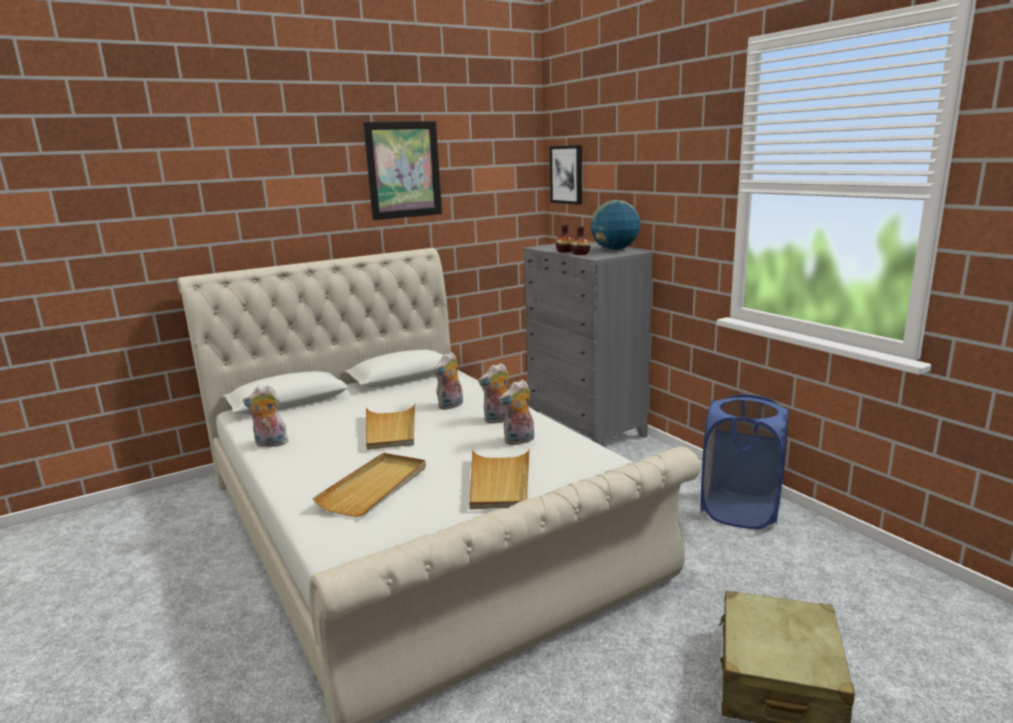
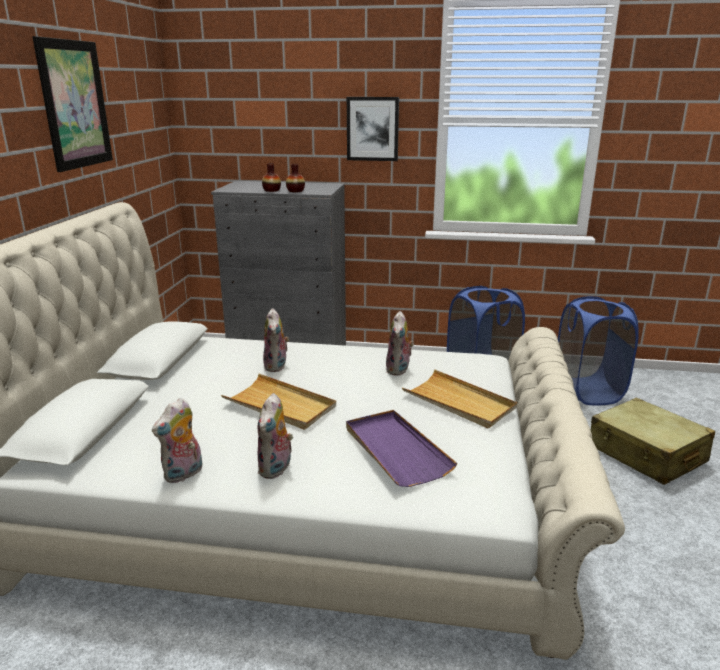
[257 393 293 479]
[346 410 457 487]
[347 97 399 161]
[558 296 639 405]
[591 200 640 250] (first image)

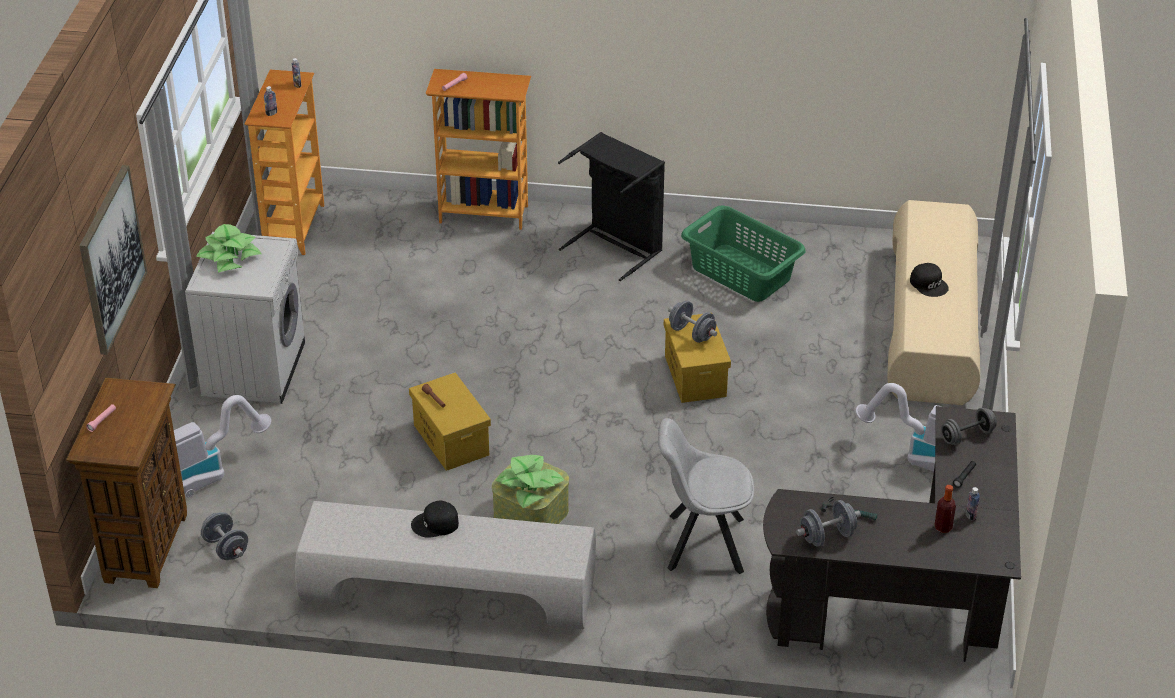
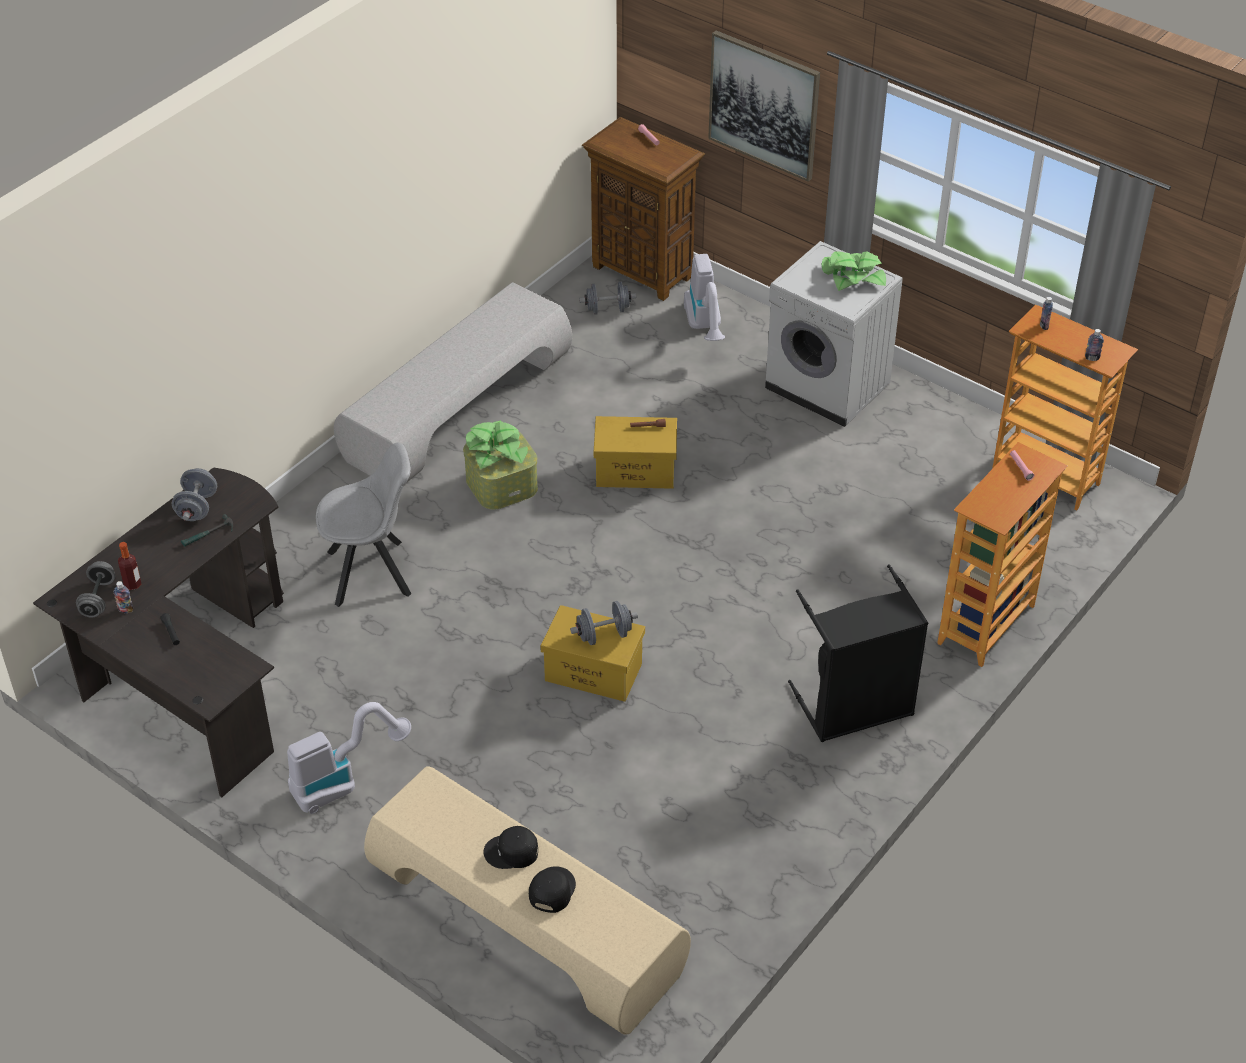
[76 561 115 618]
[316 443 412 607]
[529 866 576 913]
[681 206 806 302] (first image)

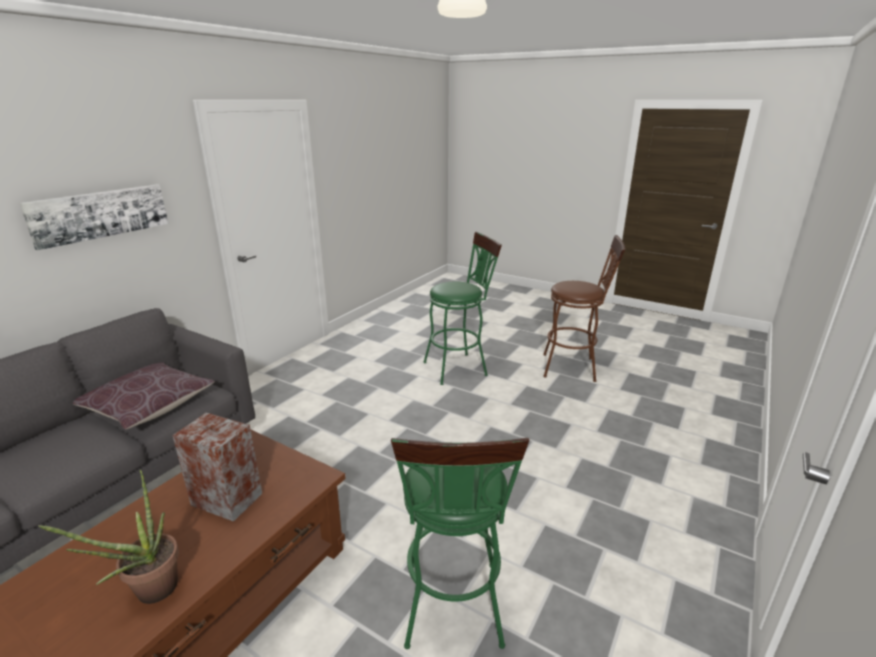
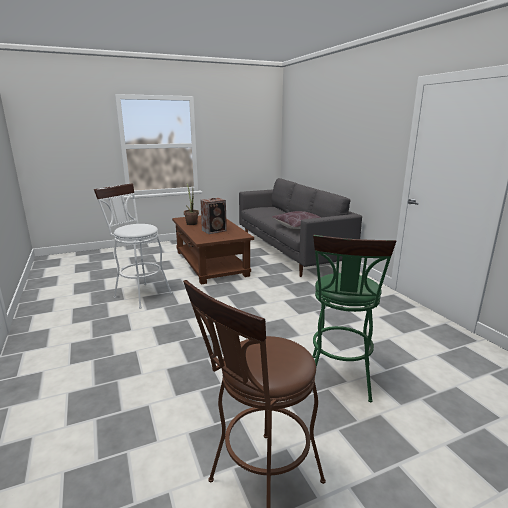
[94 183 172 309]
[19 184 168 250] (first image)

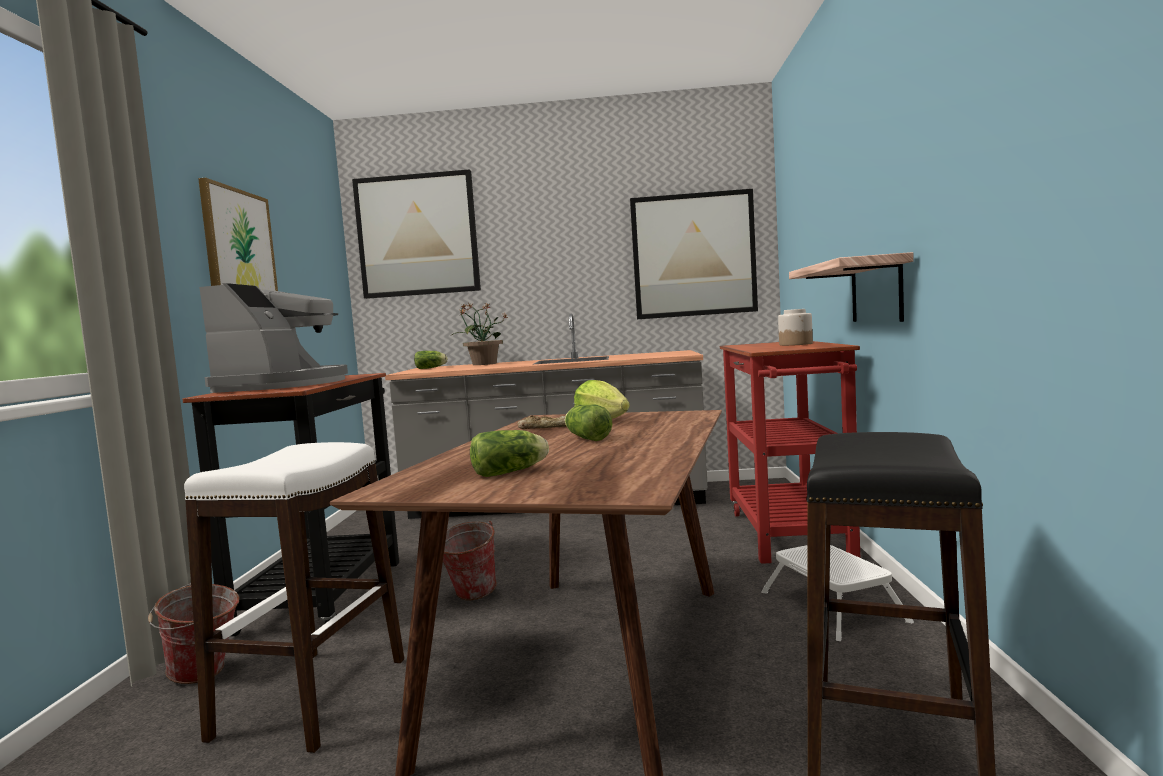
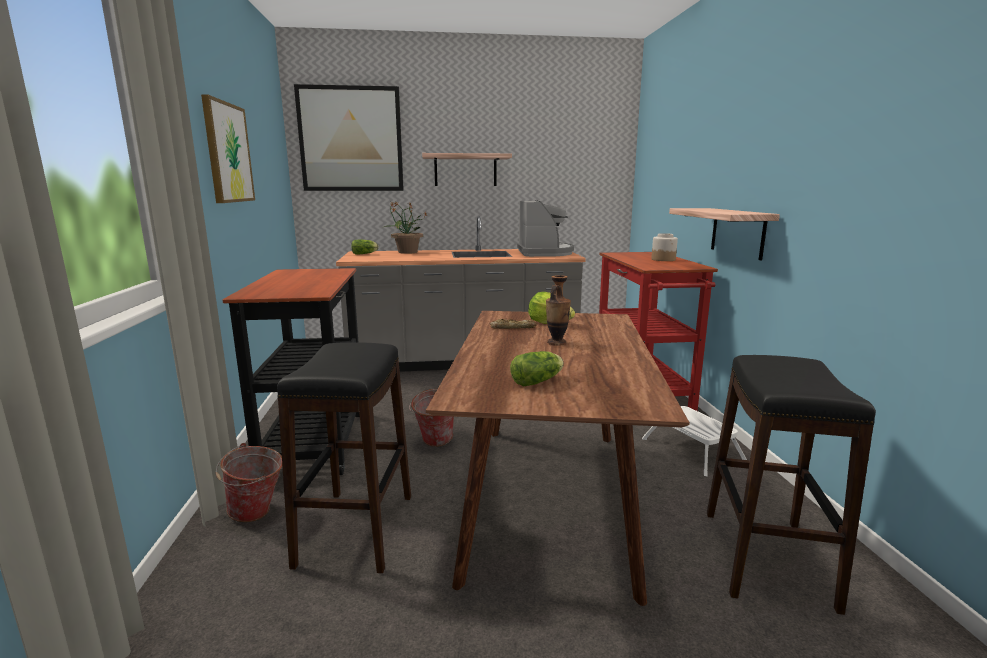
[277 342 411 573]
[422 153 512 186]
[517 201 574 257]
[546 275 571 346]
[630 189 758 319] (first image)

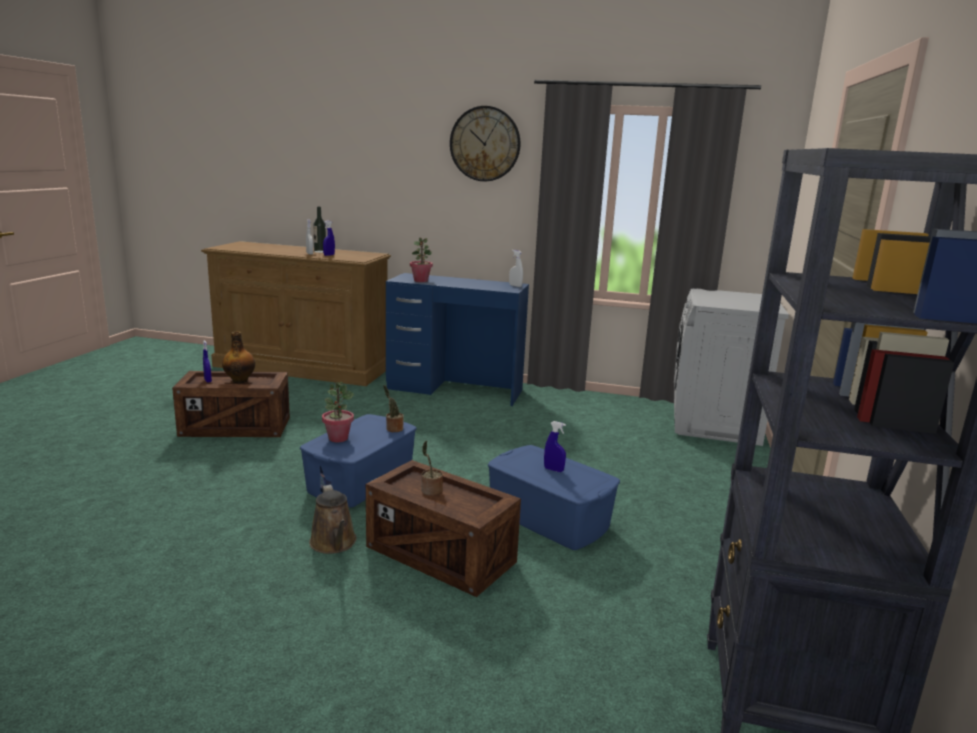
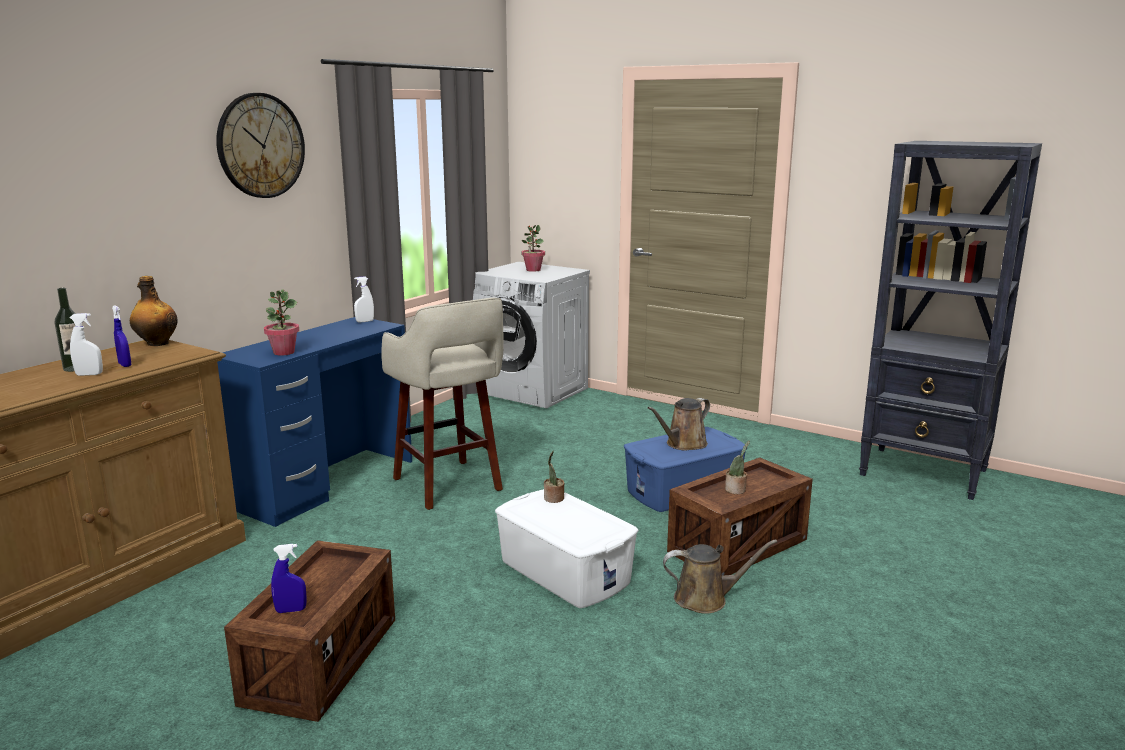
[130 276 178 346]
[381 298 504 510]
[495 489 638 608]
[522 225 545 272]
[648 398 710 451]

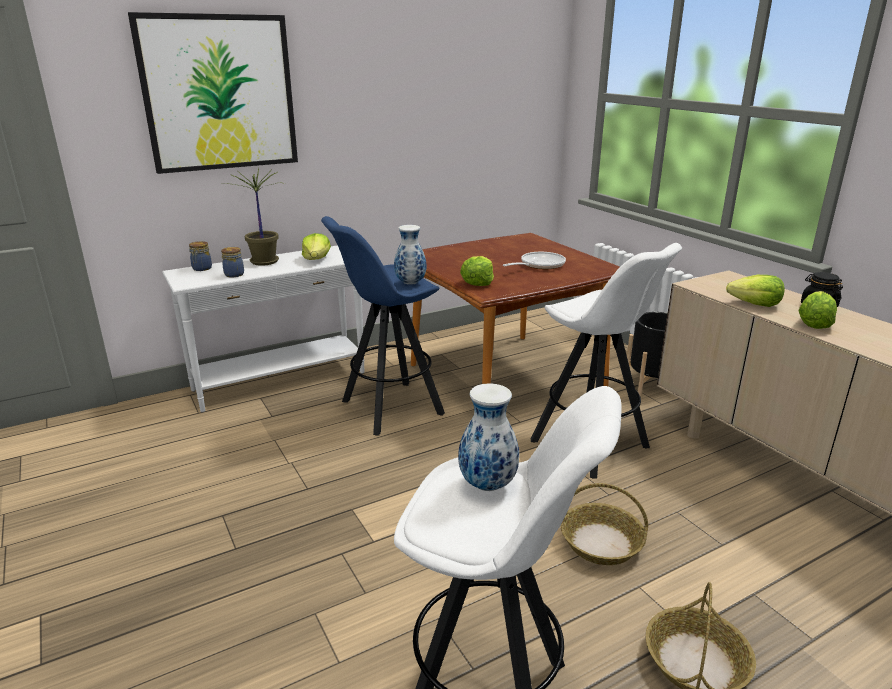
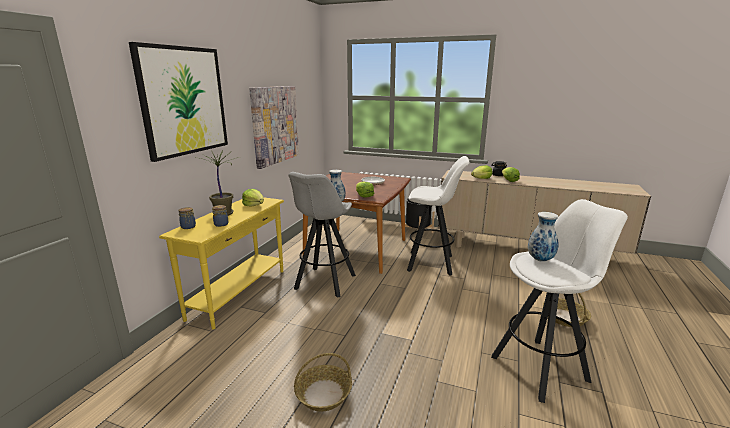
[159 197 284 330]
[249 86 299 169]
[288 172 356 298]
[294 353 352 411]

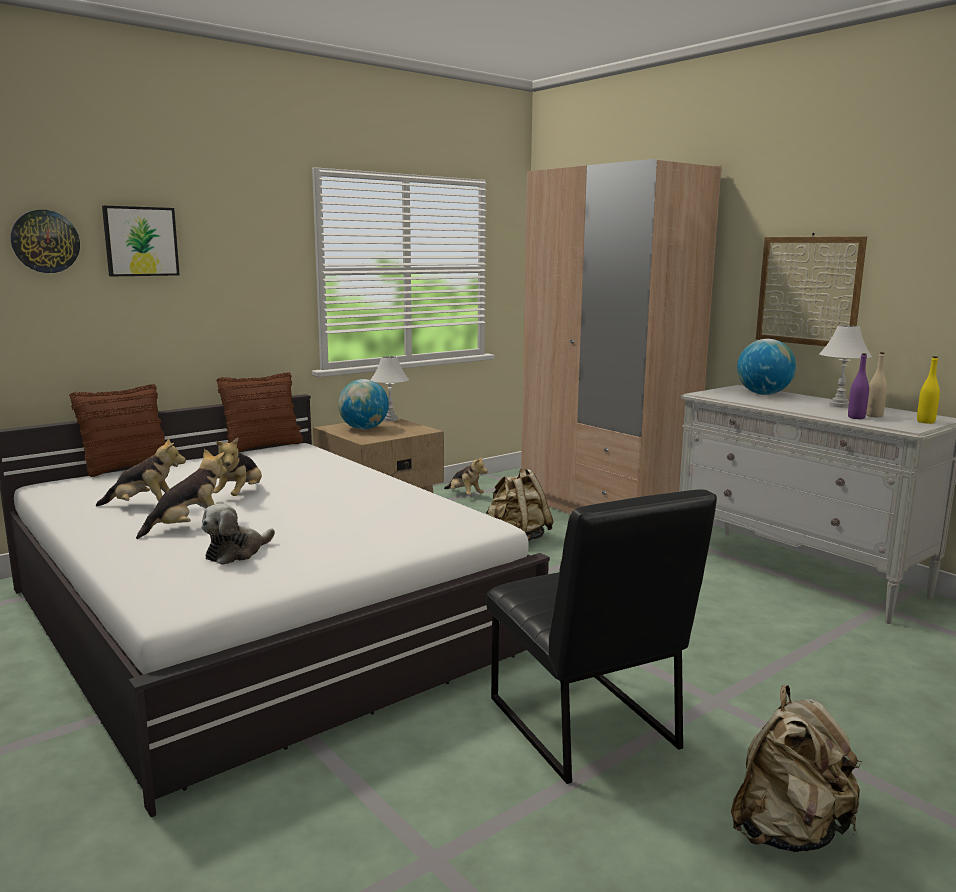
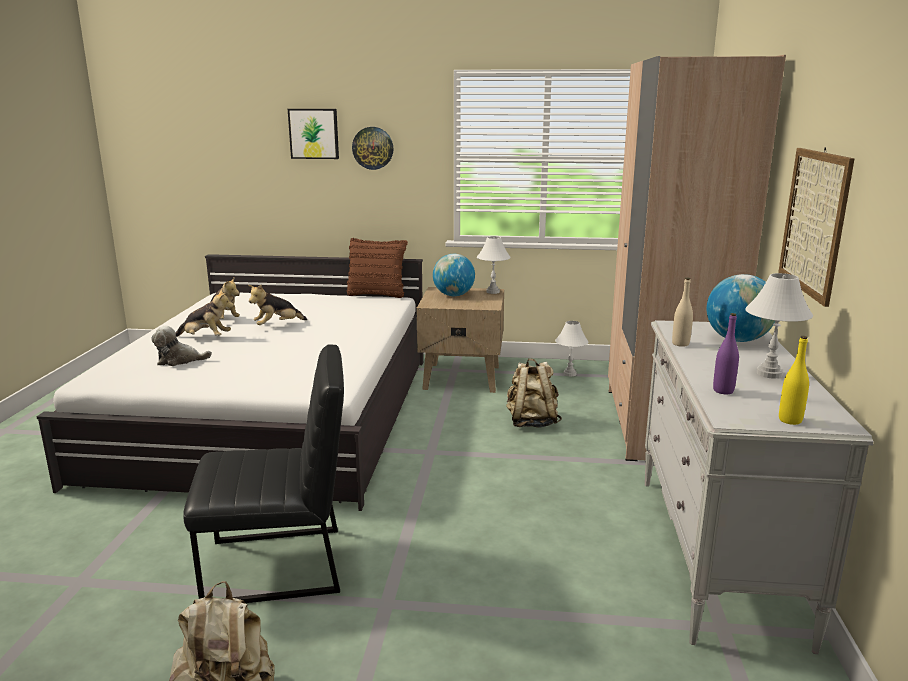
[183 345 344 603]
[352 127 394 170]
[555 321 588 376]
[672 278 693 347]
[69 384 166 477] (first image)

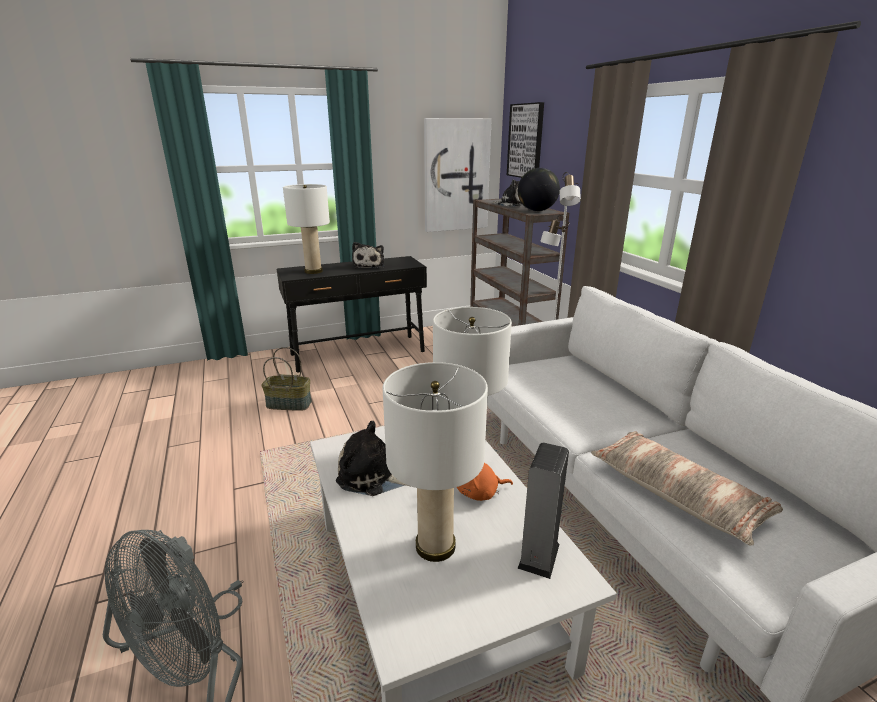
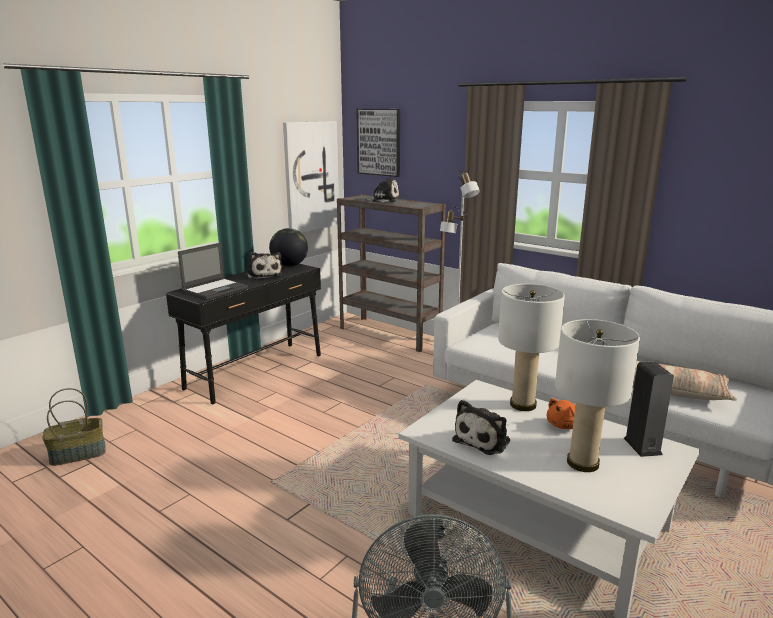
[42 388 106 466]
[178 243 248 299]
[269 228 308 267]
[452 400 510 455]

